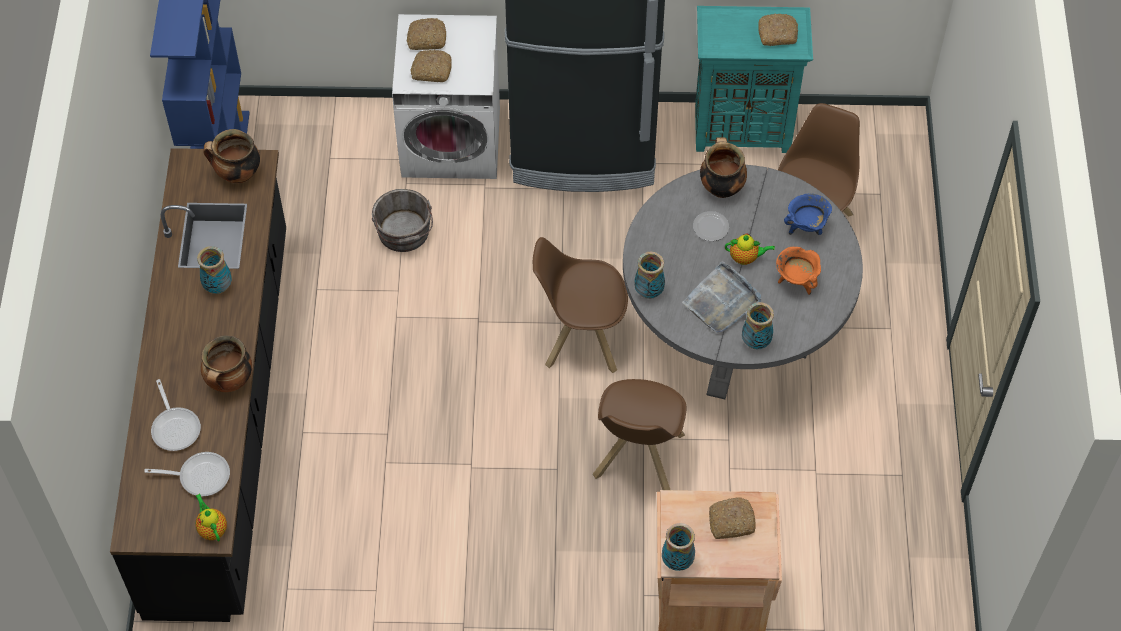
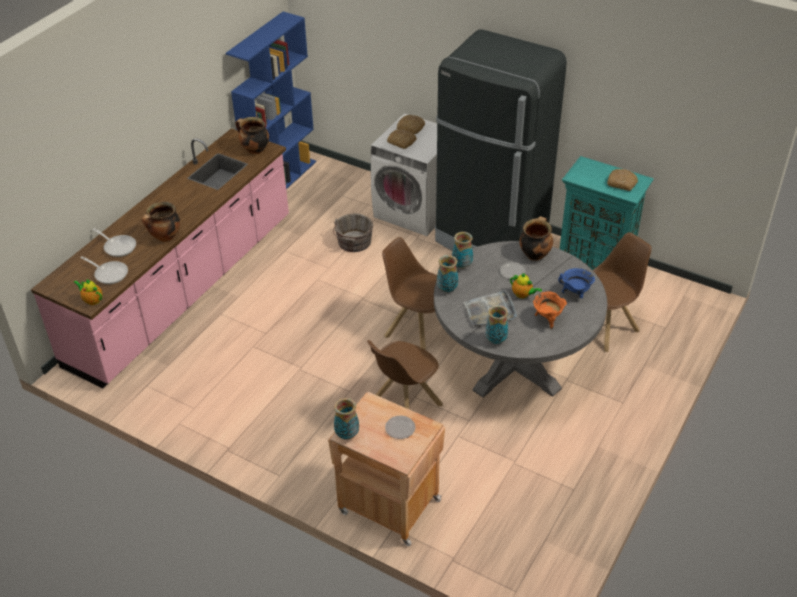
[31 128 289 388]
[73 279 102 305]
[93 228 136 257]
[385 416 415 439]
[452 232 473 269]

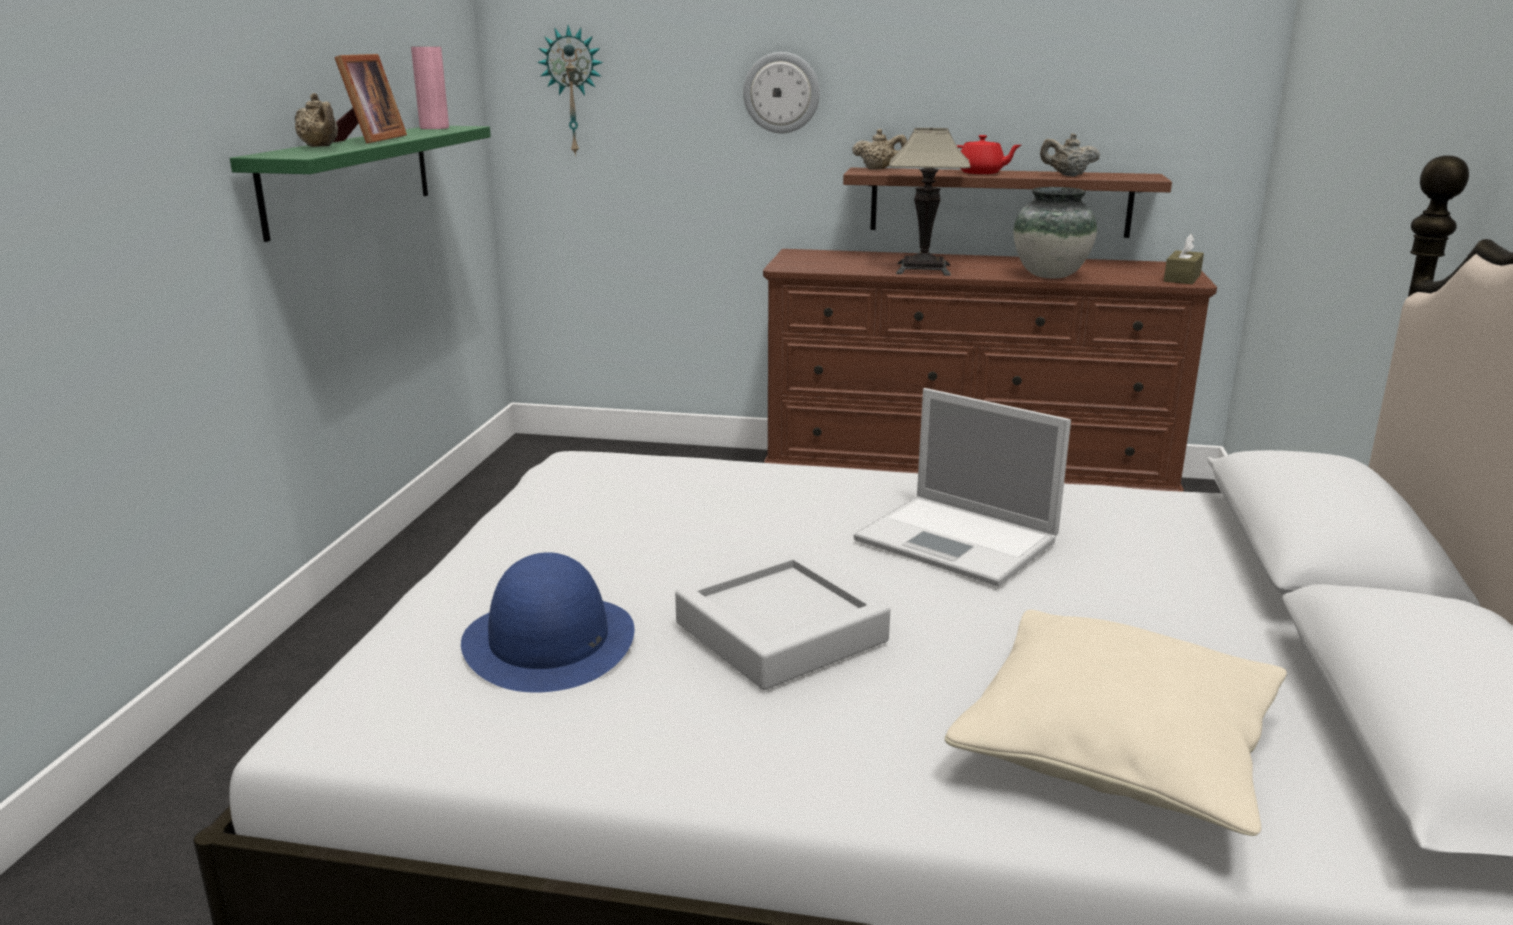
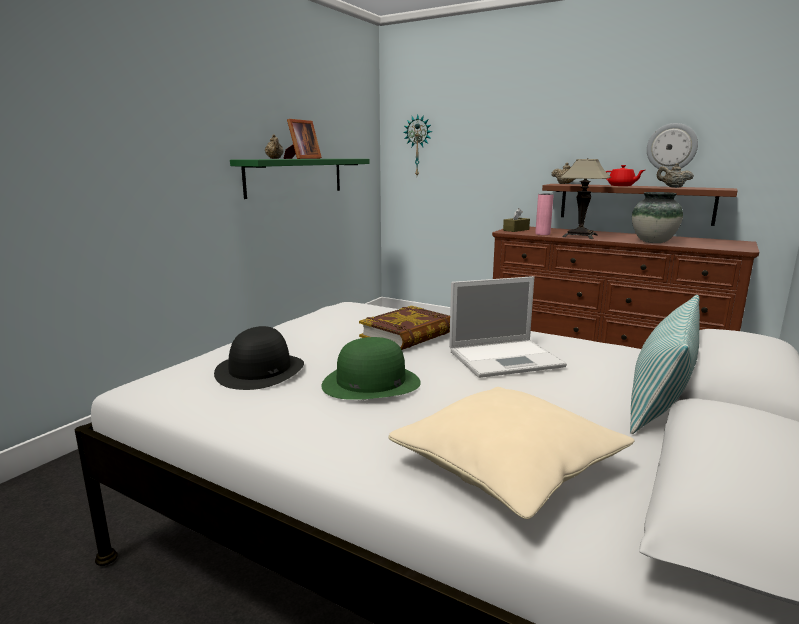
[214 326 304 390]
[321 337 421 400]
[359 306 450 350]
[449 276 567 378]
[503 208 530 232]
[535 193 554 235]
[630 295 700 434]
[647 123 698 170]

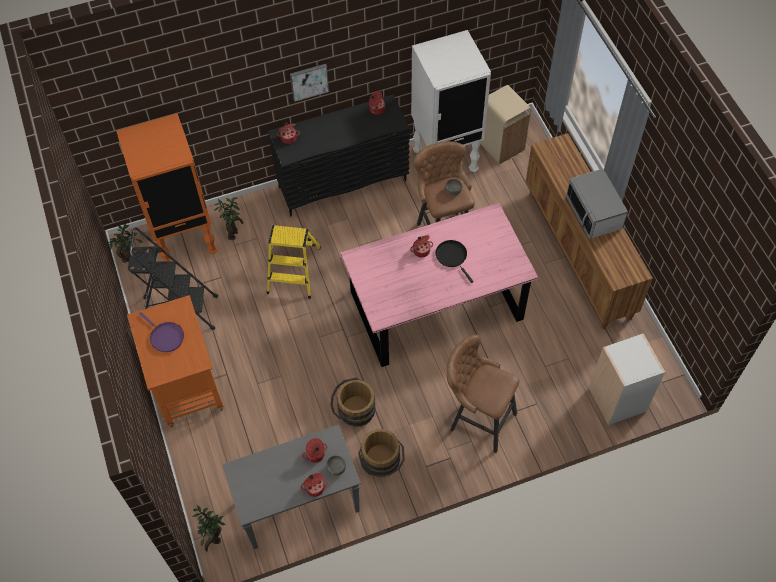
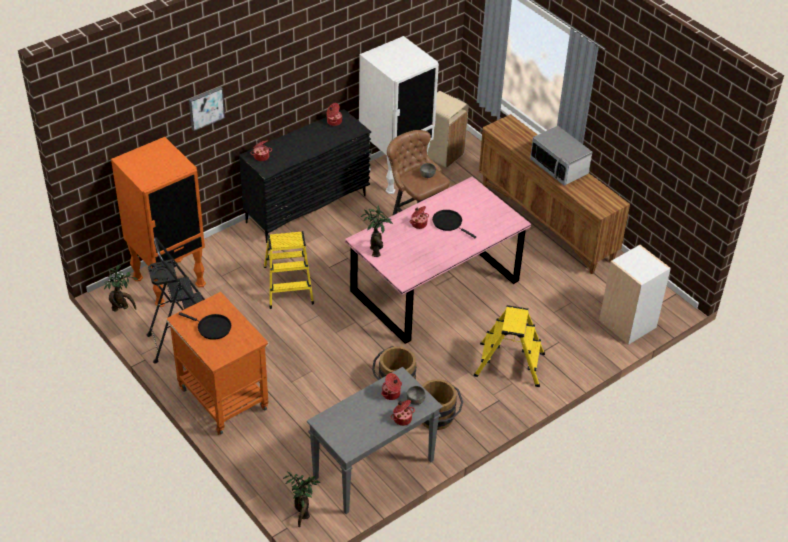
[179 312 231 340]
[189 87 225 131]
[361 205 393 257]
[473 305 545 387]

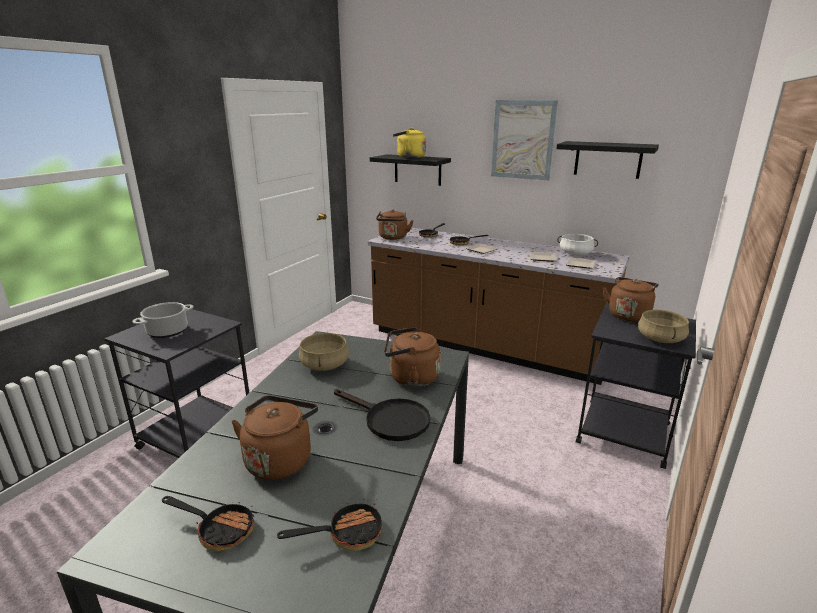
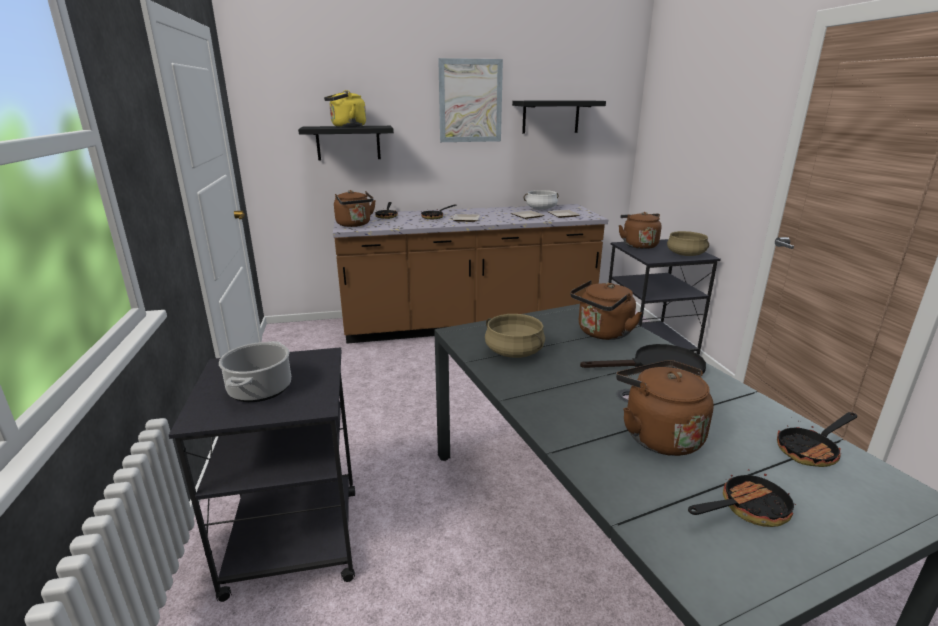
[777 412 857 467]

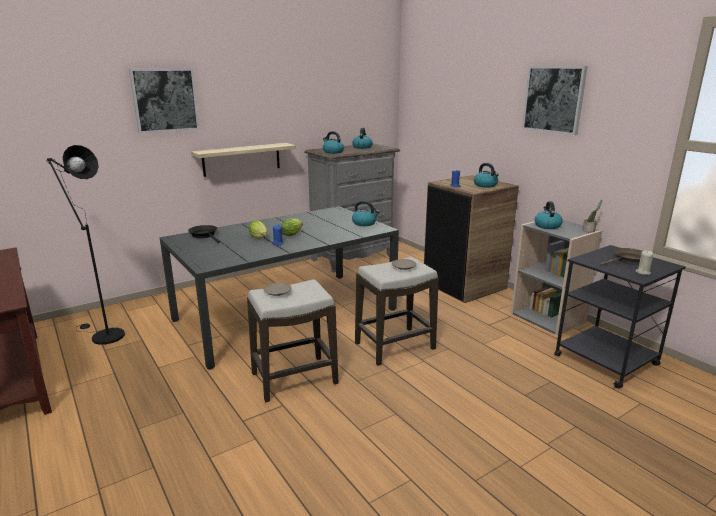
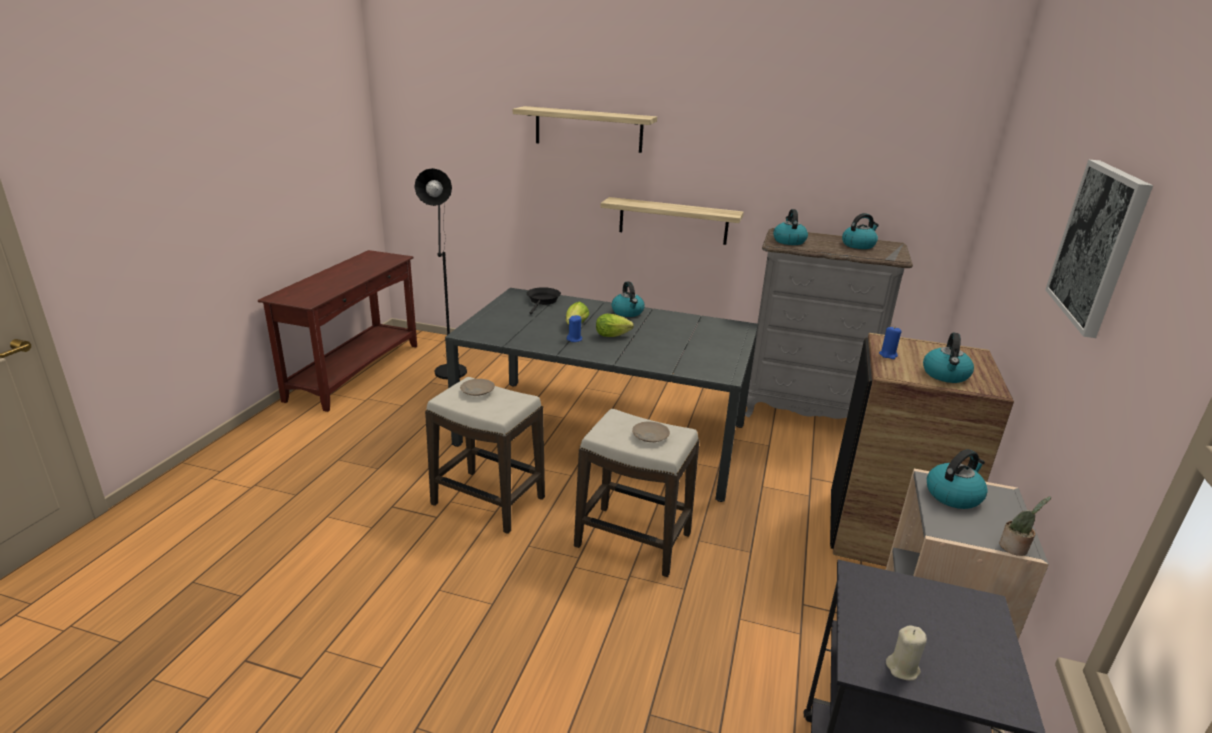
[513 106 657 153]
[611 281 645 317]
[600 248 642 266] (first image)

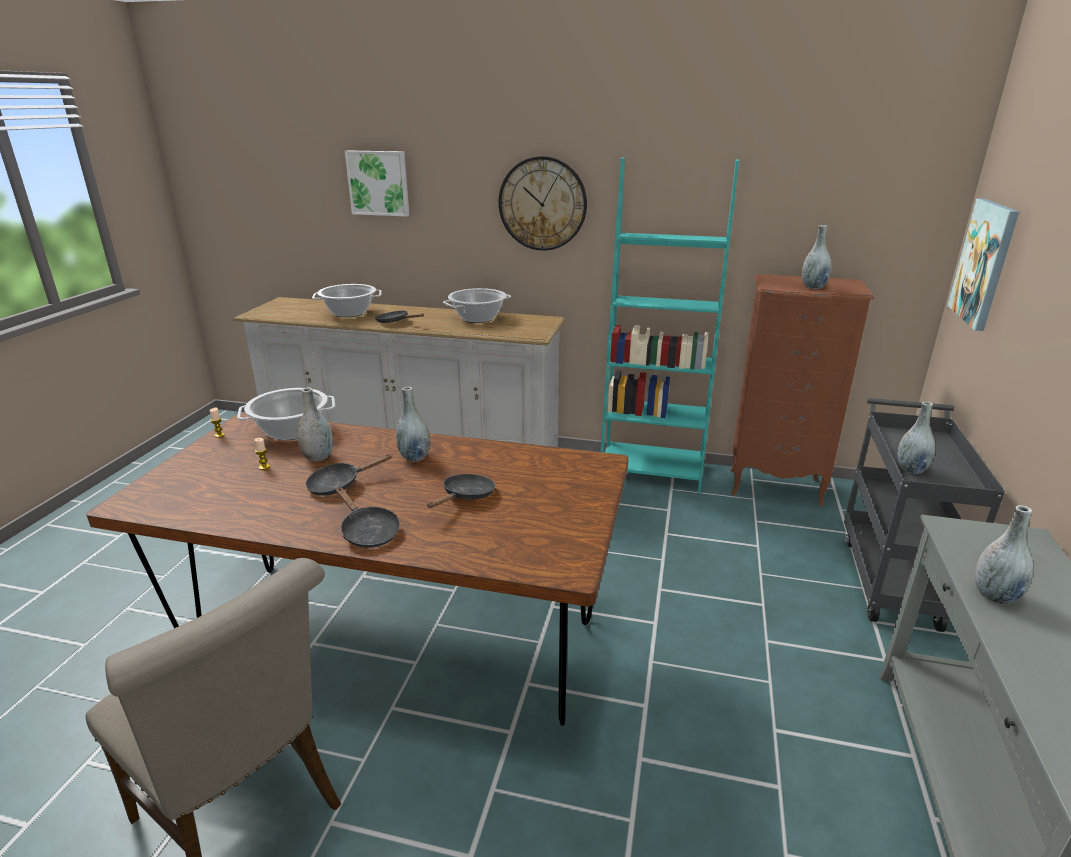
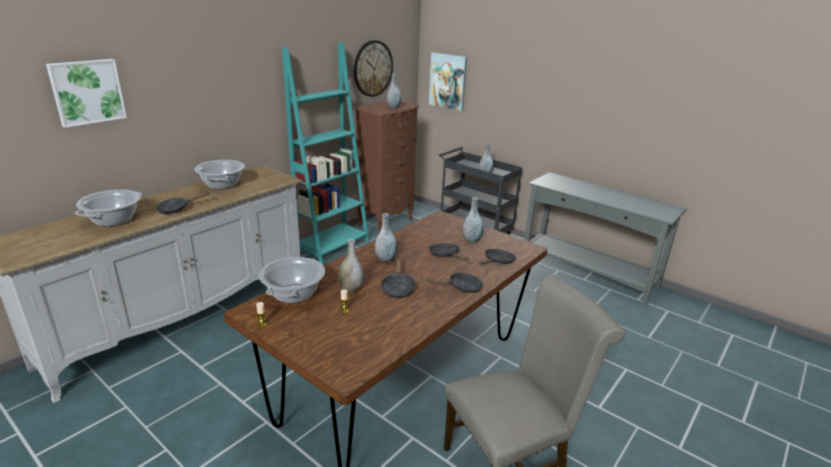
[354 40 393 97]
[463 197 483 243]
[478 249 516 265]

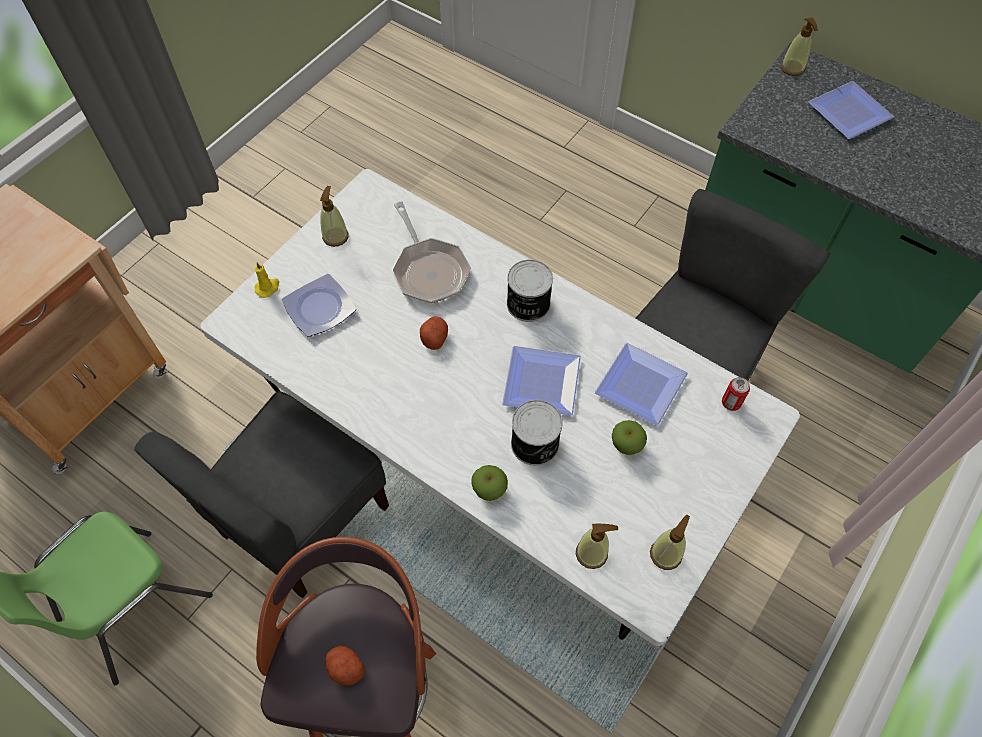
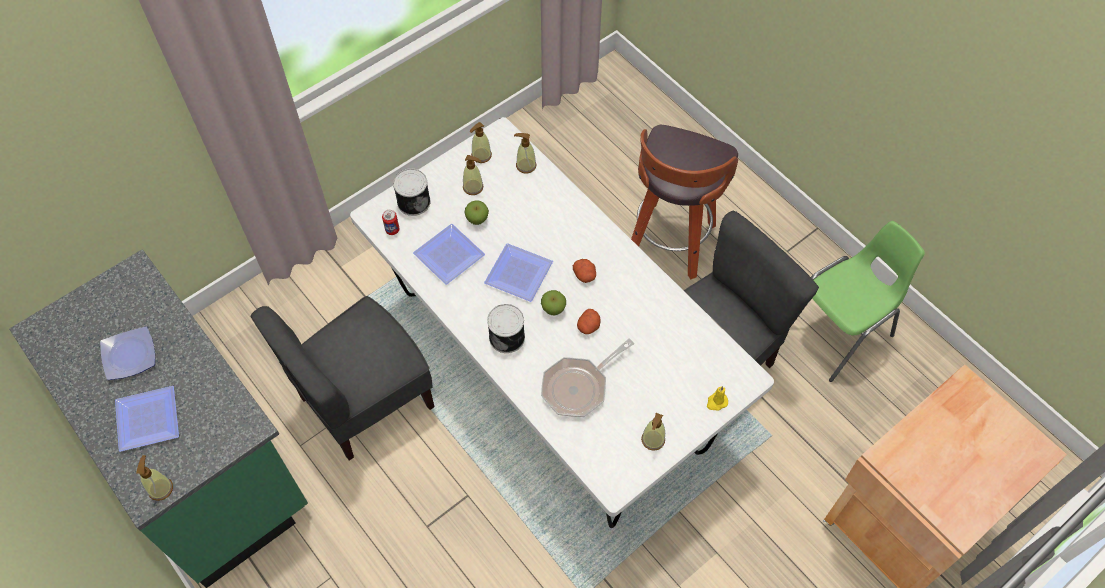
[100 327 155 380]
[393 169 431 216]
[463 155 483 195]
[541 290 566 315]
[541 338 634 417]
[573 259 596 283]

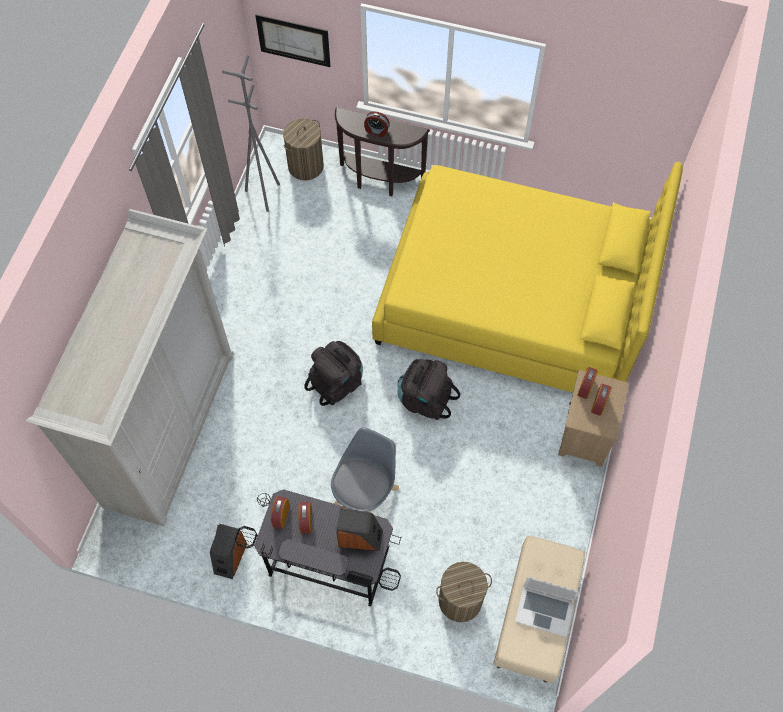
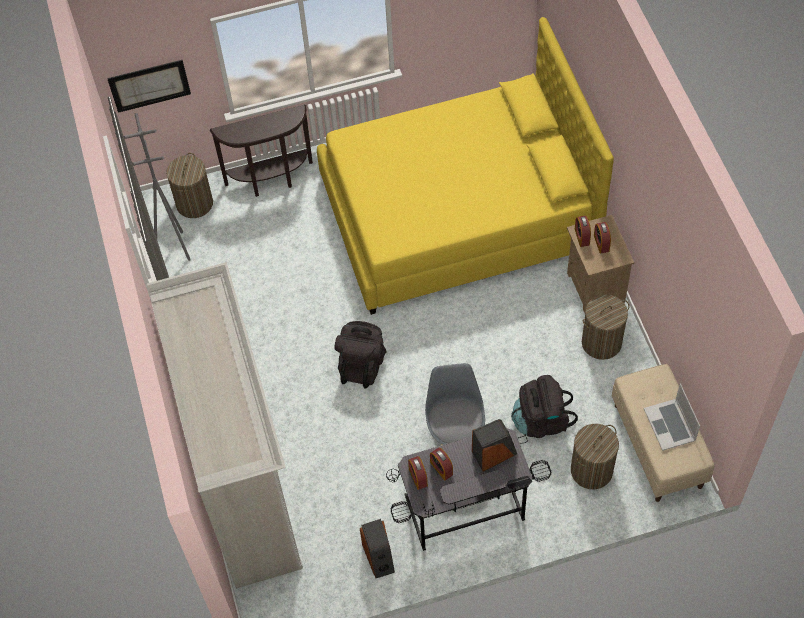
[511 375 578 438]
[582 295 629 360]
[644 384 700 451]
[364 111 390 137] (first image)

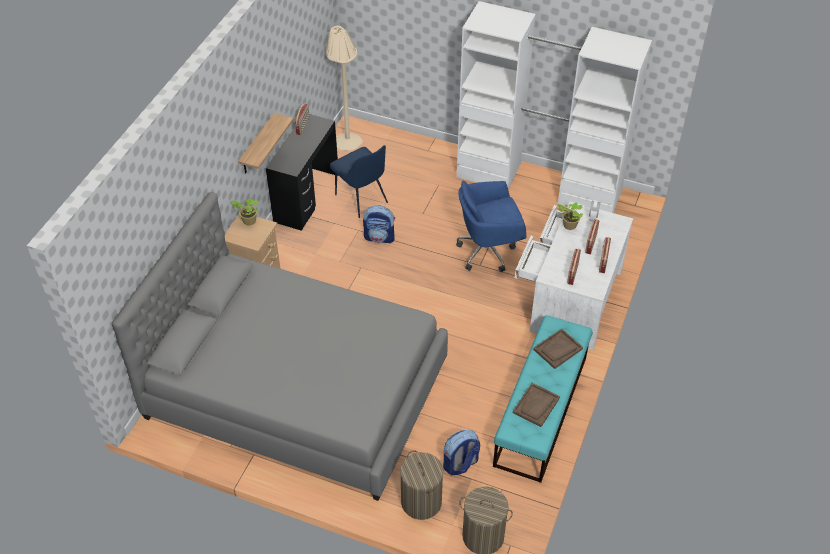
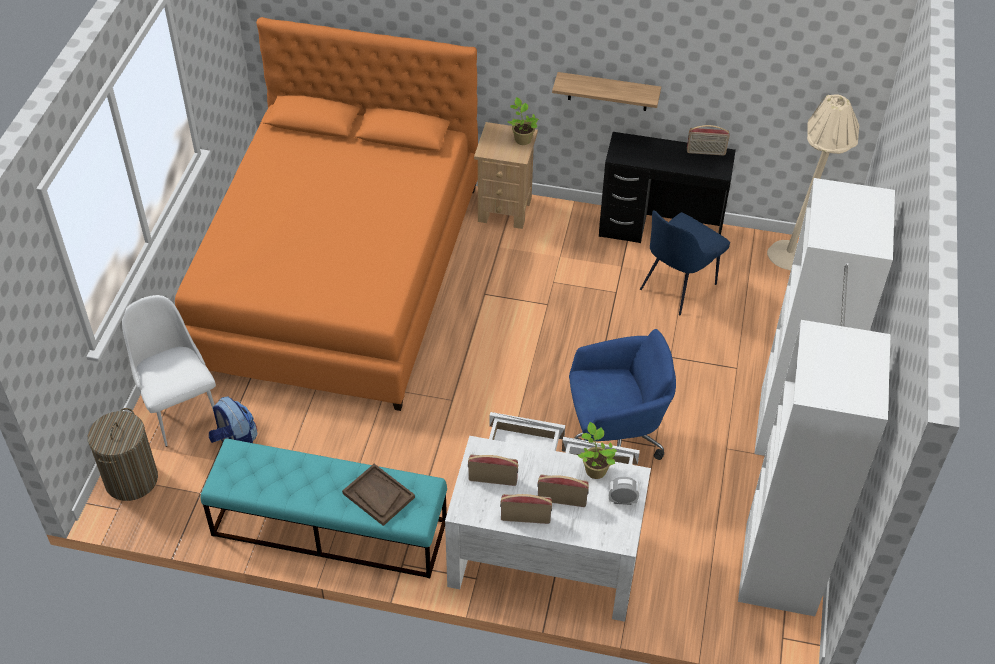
[122 295 216 447]
[175 17 478 411]
[569 329 676 460]
[363 205 395 244] (first image)
[513 383 560 427] (first image)

